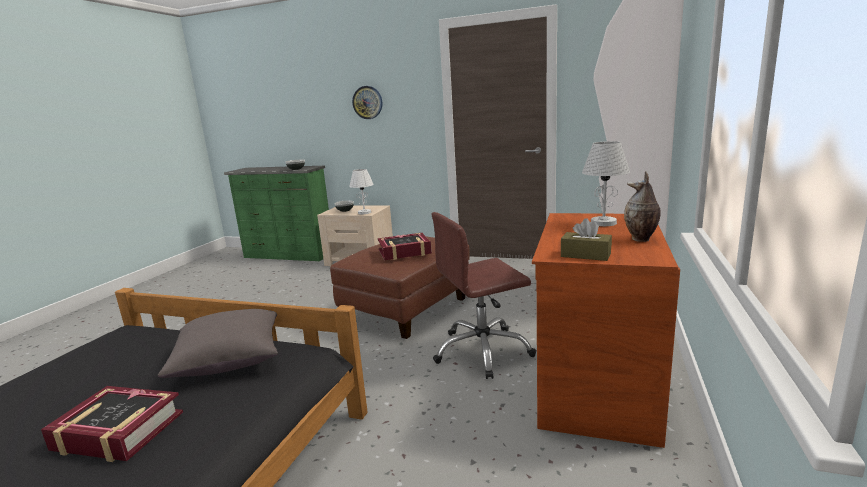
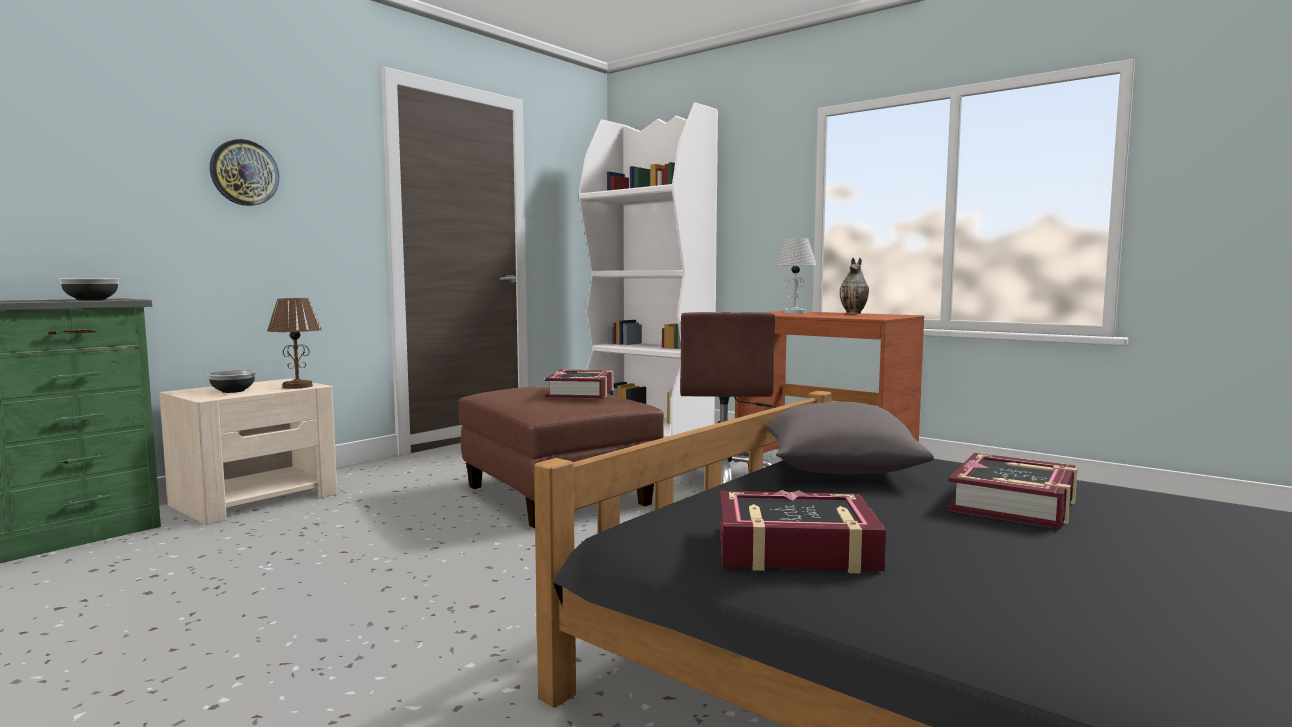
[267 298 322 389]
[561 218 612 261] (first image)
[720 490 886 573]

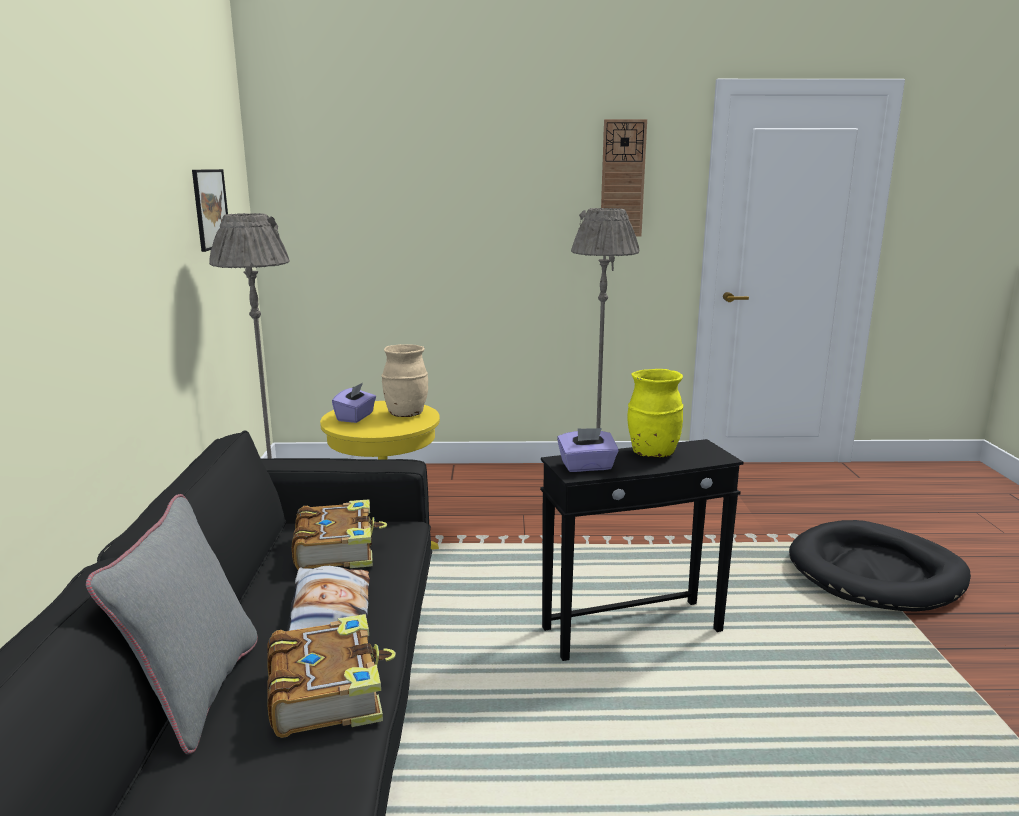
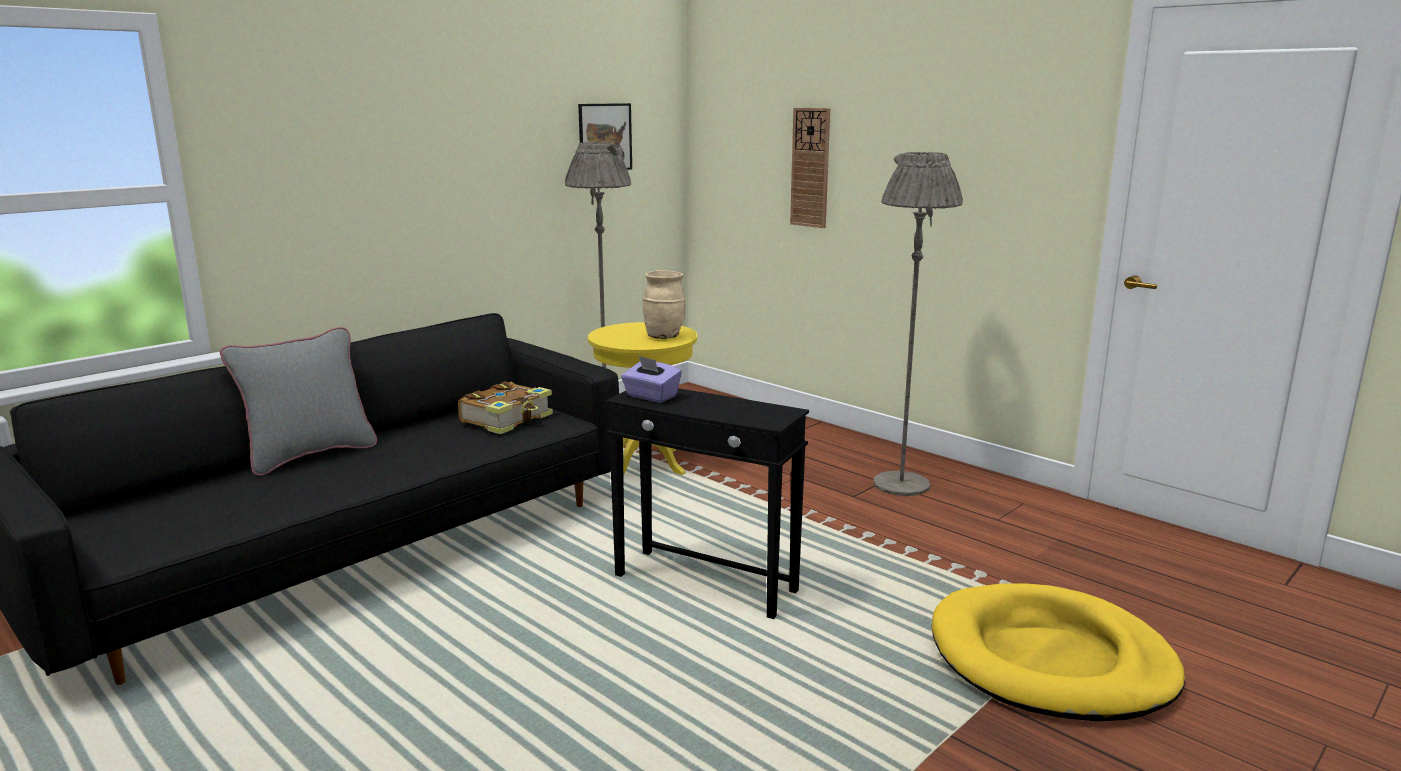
[790 108 830 228]
[627 369 684 458] (first image)
[332 383 376 423] (first image)
[932 583 1185 721]
[286 566 370 631] (first image)
[267 614 396 738] (first image)

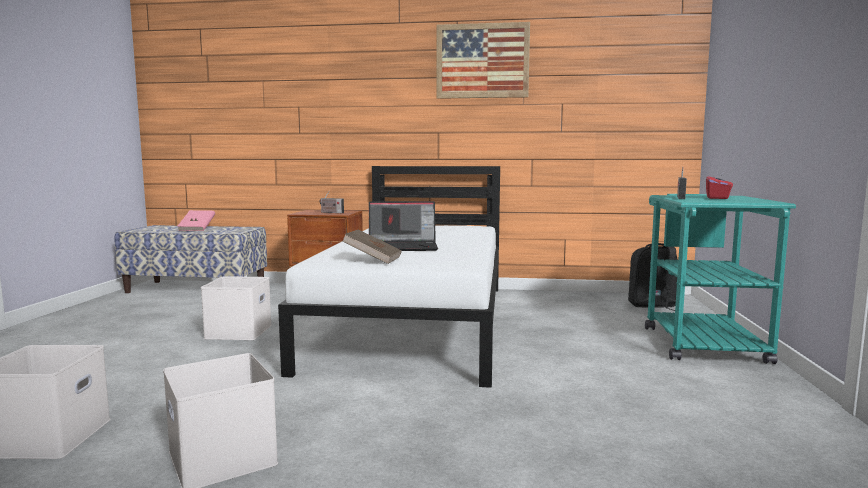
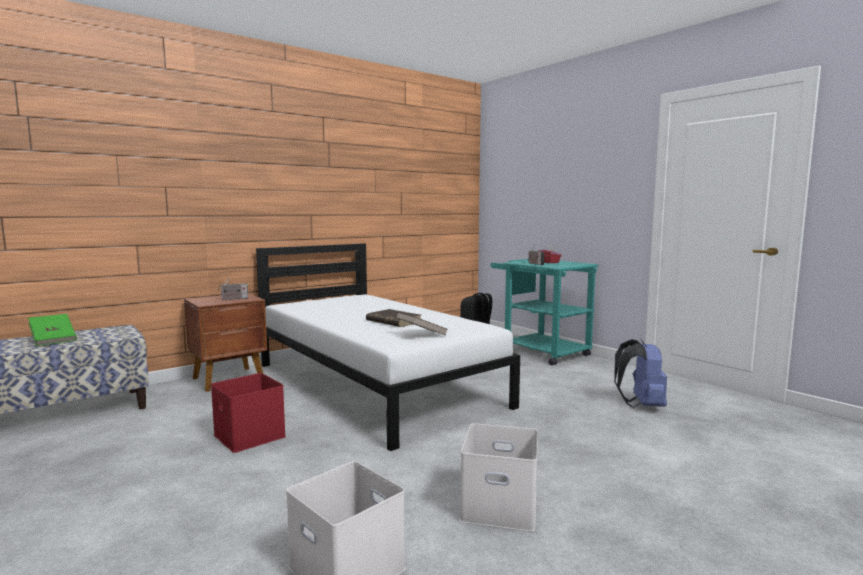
[437 22 530 99] (first image)
[366 309 421 327]
[28 314 77 346]
[211 373 286 453]
[614 339 667 408]

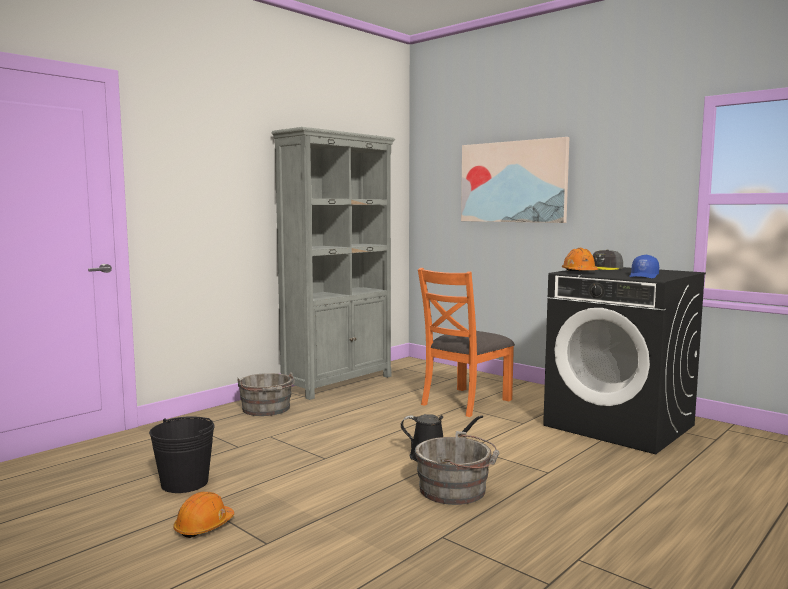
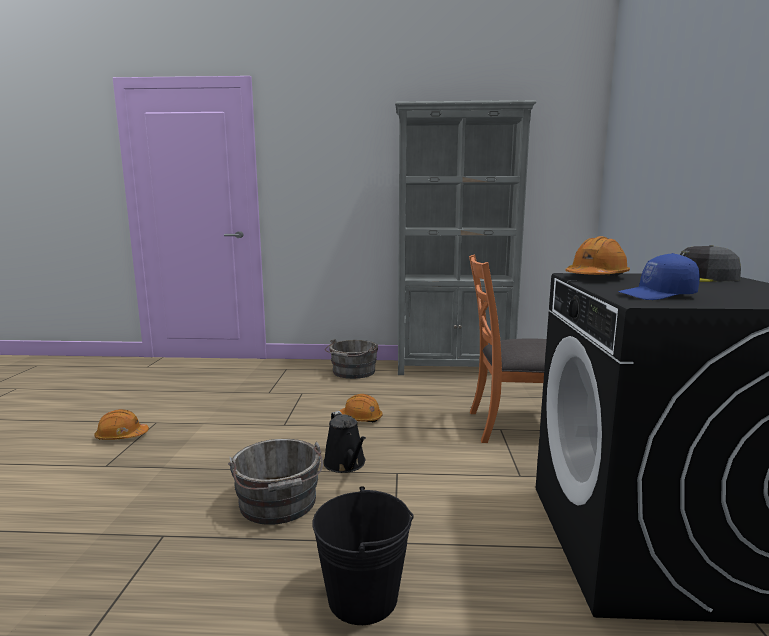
[461 137 570 223] (first image)
[313 486 414 625]
[339 394 382 422]

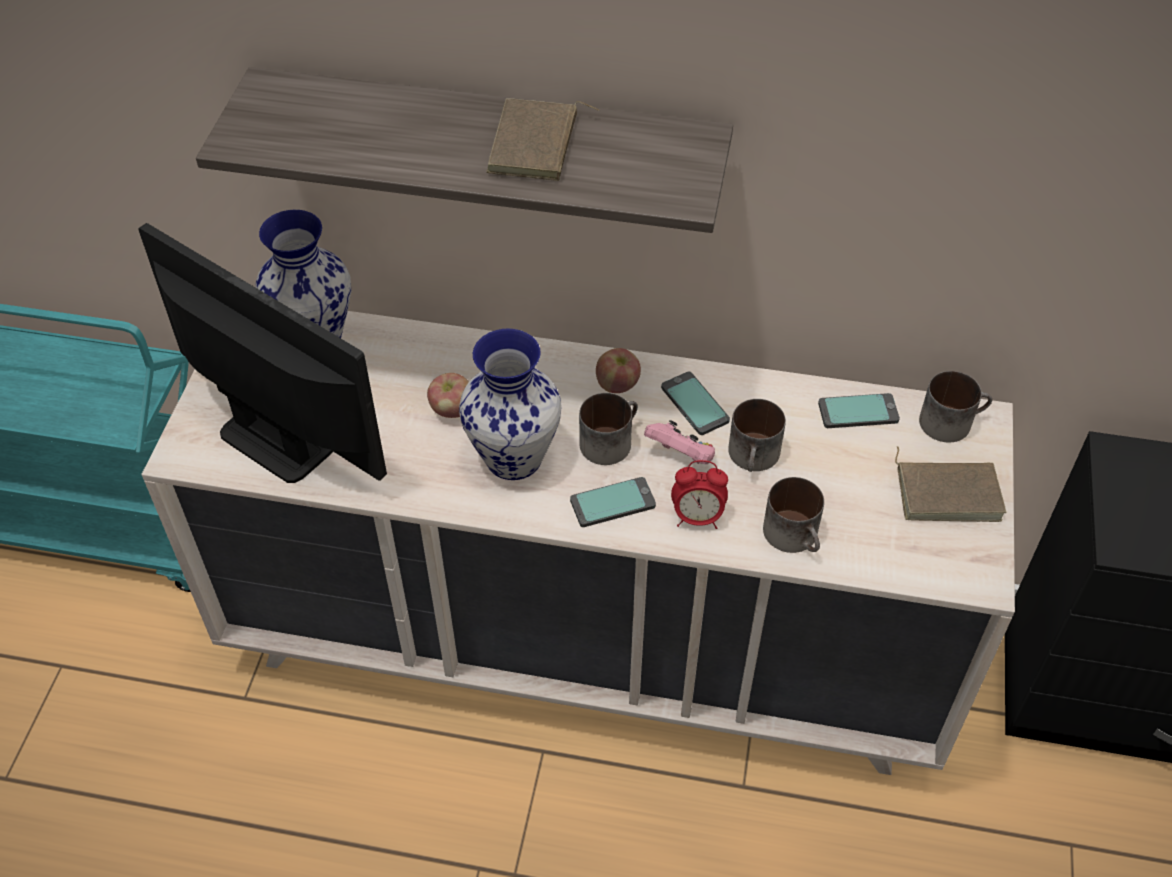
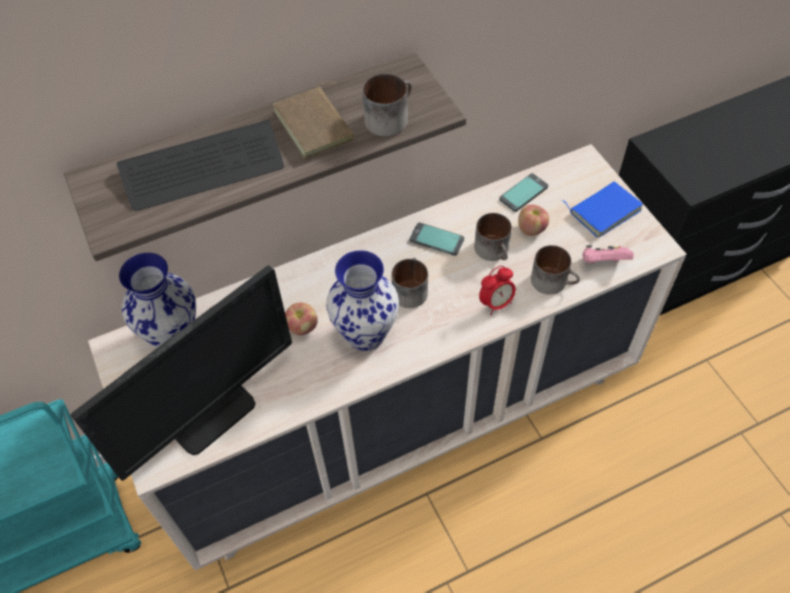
[71 265 292 481]
[518 204 549 236]
[362 74 412 136]
[582 245 634 264]
[562 181 643 238]
[570 477 656 527] (first image)
[117 120 284 211]

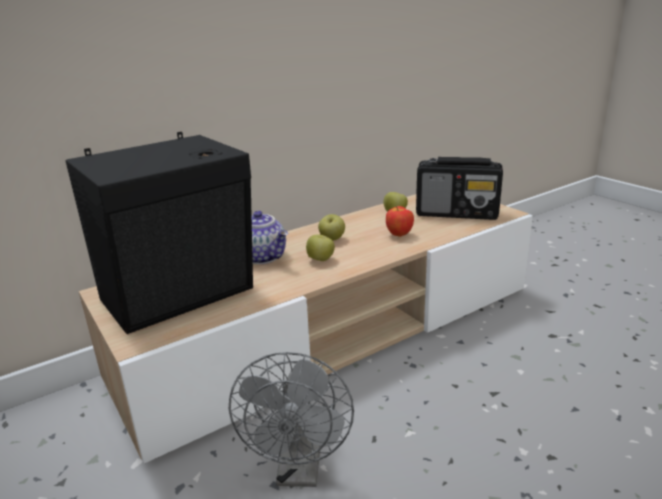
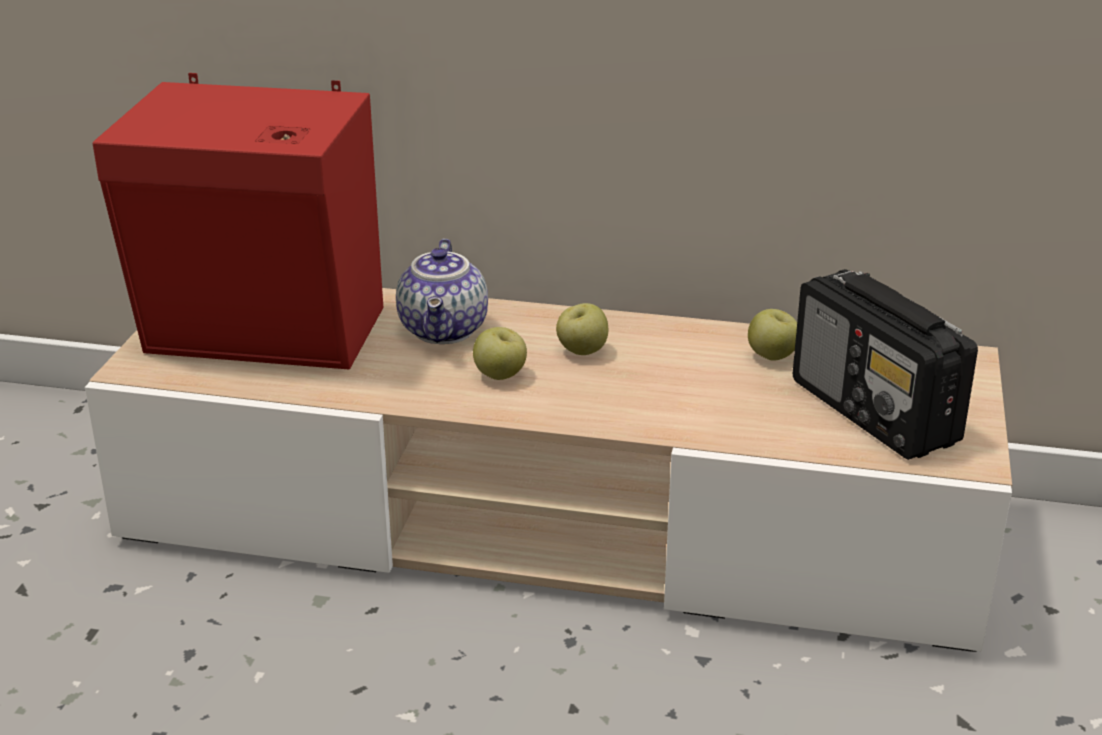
[93 73 383 369]
[386 206 414 237] (first image)
[229 352 354 487] (first image)

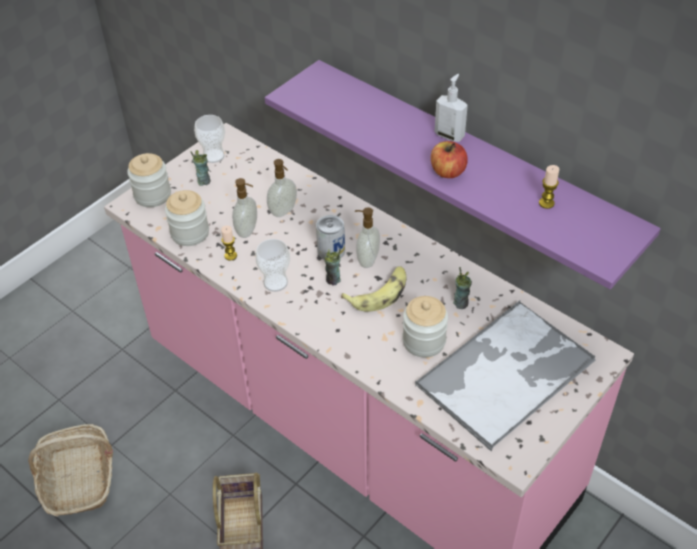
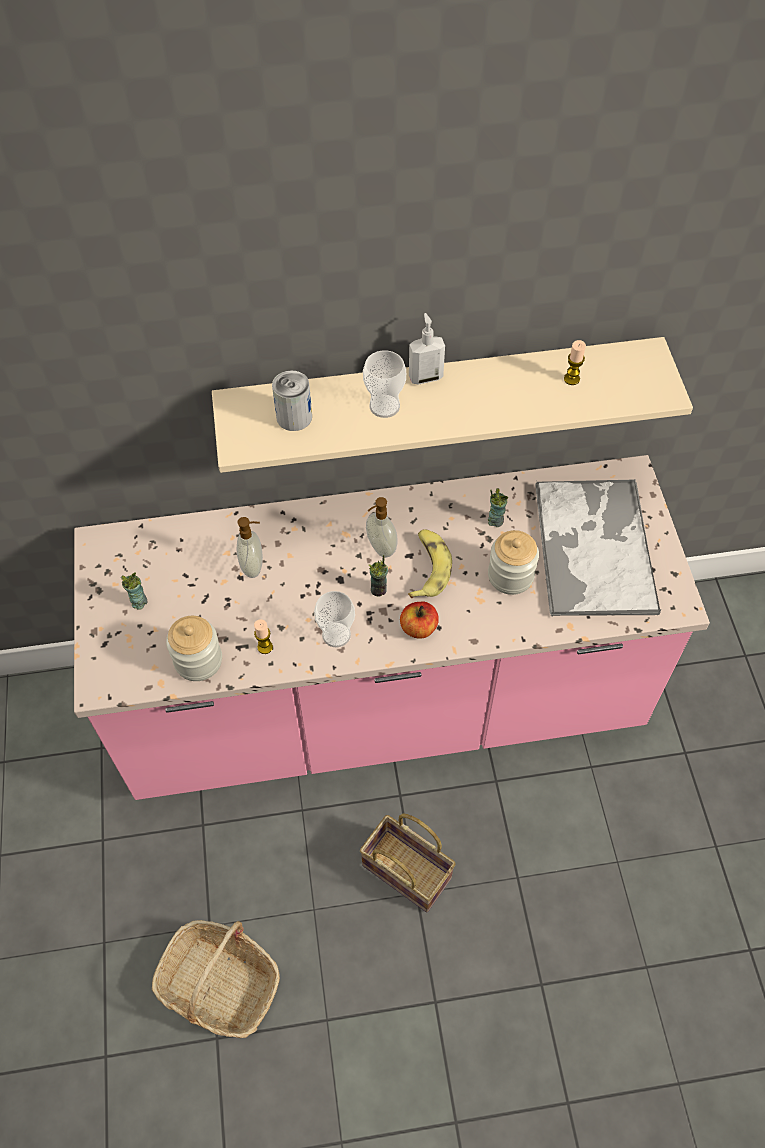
[212 337 693 473]
[363 350 406 418]
[400 602 439 639]
[127 153 171 207] (first image)
[232 178 257 238] (first image)
[272 370 312 431]

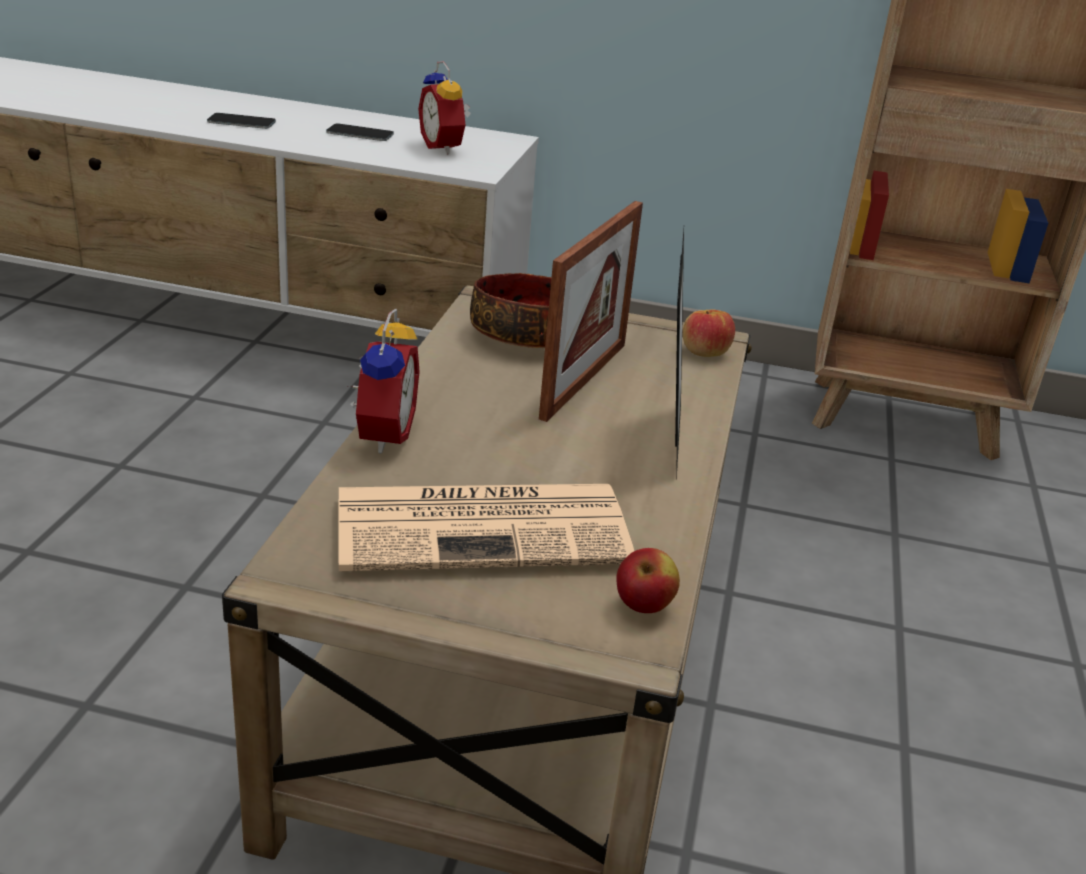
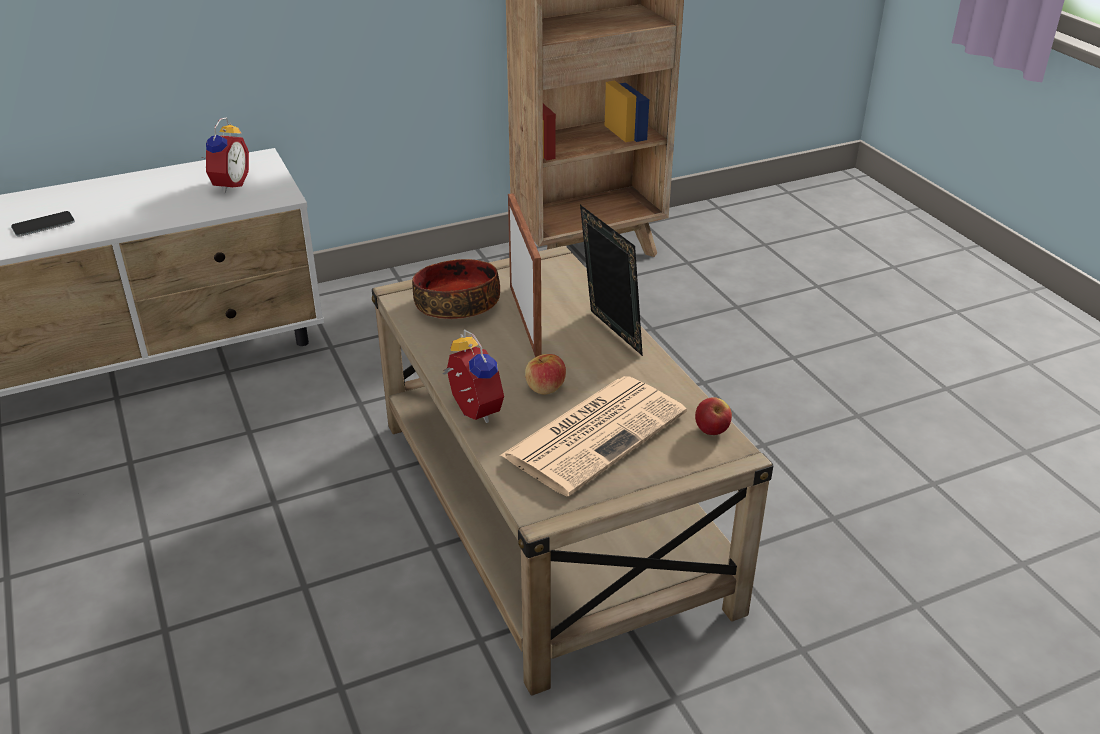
[205 117 249 193]
[326 123 394 141] (first image)
[525 354 566 395]

